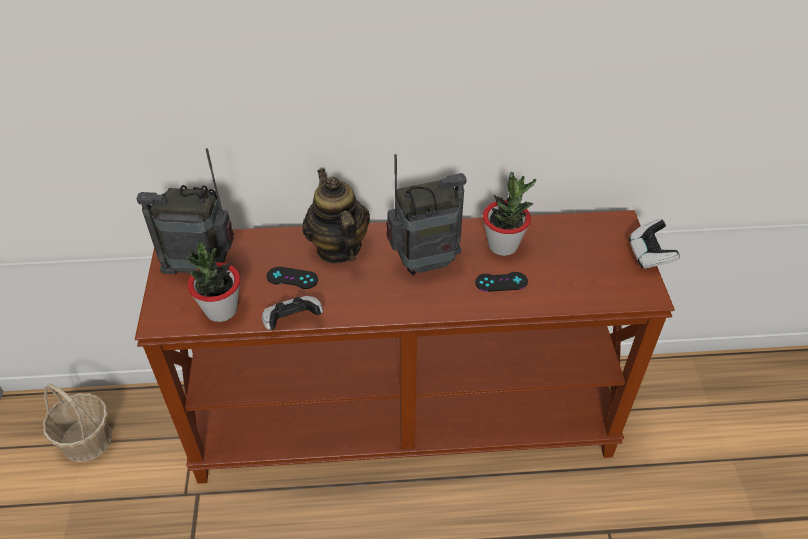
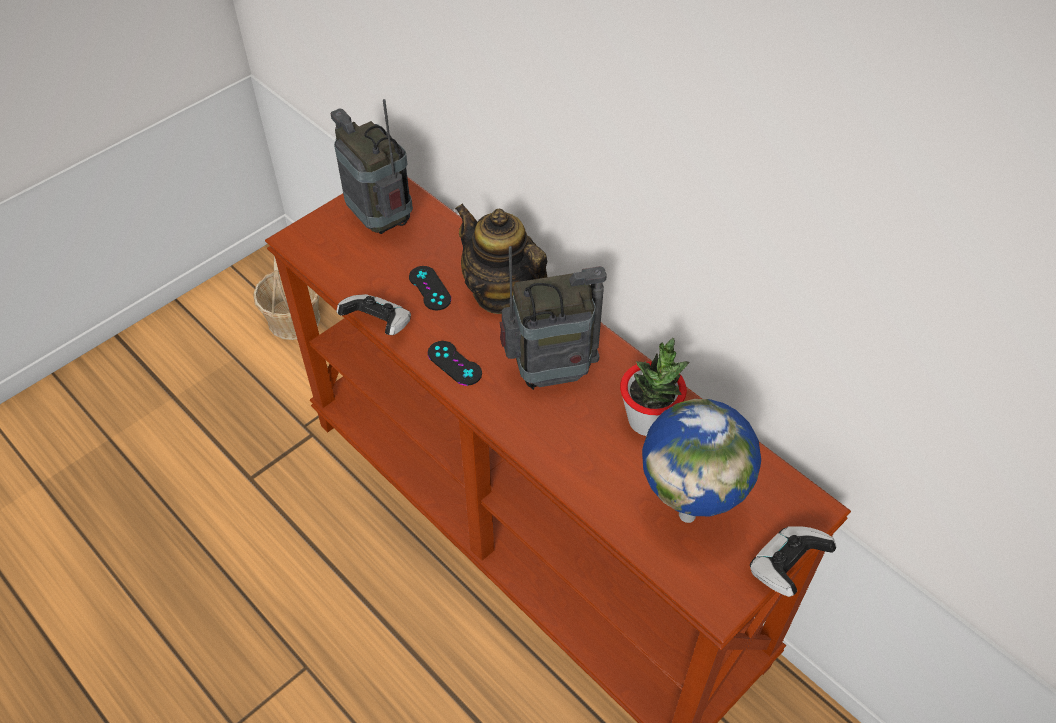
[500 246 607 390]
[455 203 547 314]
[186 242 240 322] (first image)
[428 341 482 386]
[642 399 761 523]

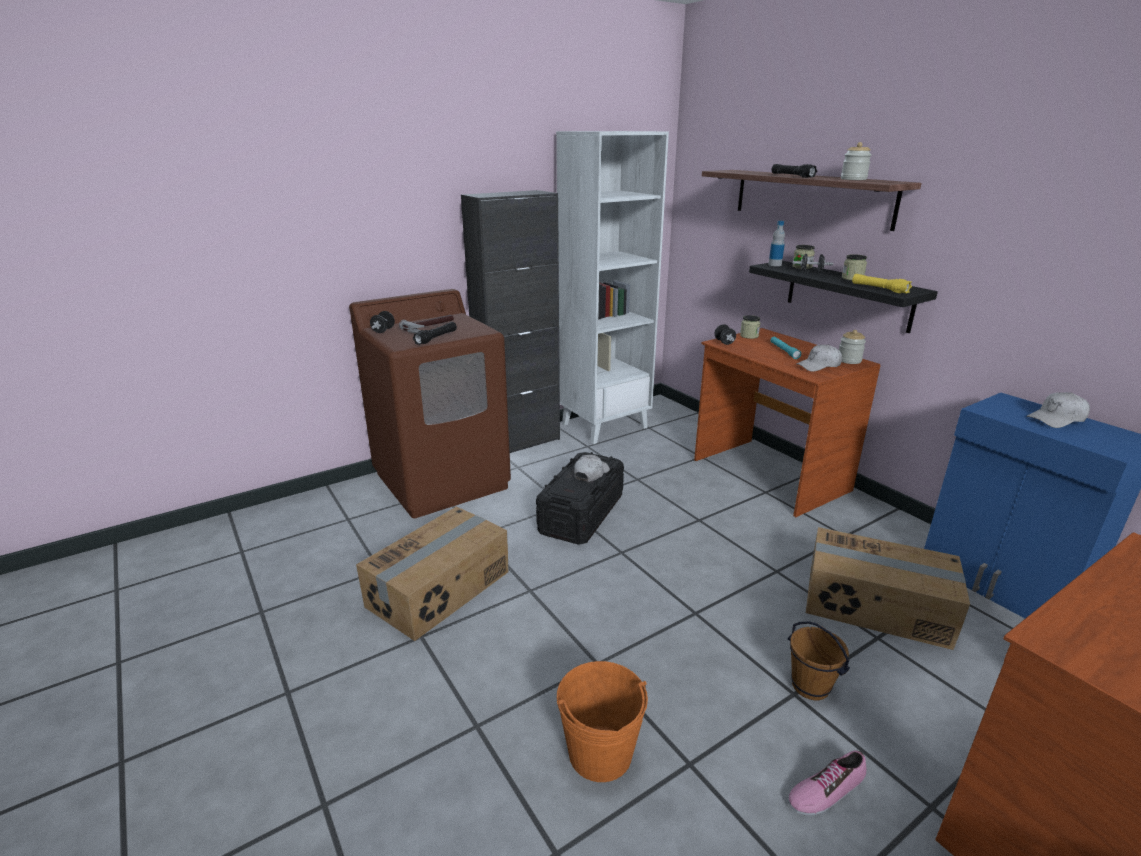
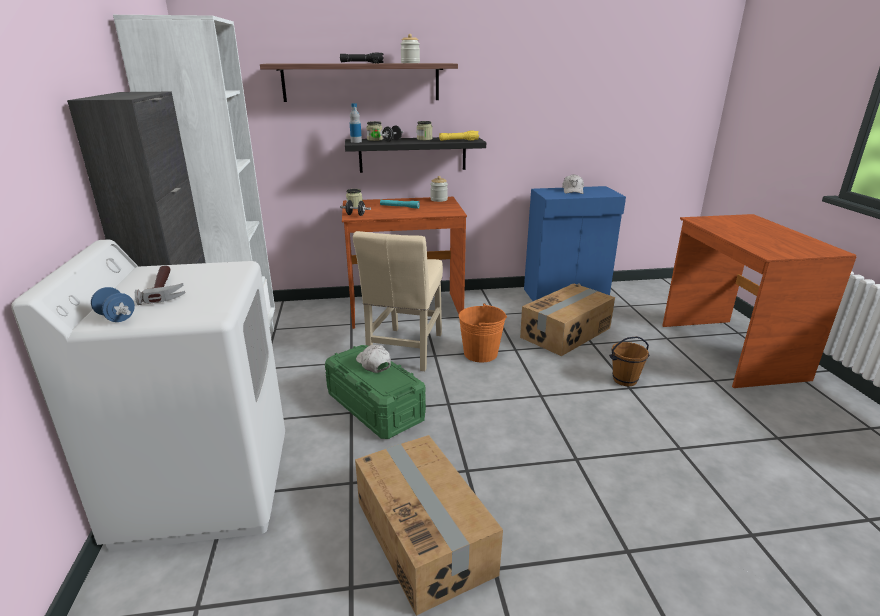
[11 239 285 552]
[91 287 135 322]
[413 322 457 345] (first image)
[796 344 842 372] (first image)
[325 345 426 439]
[459 303 507 362]
[788 751 866 816] (first image)
[353 231 443 371]

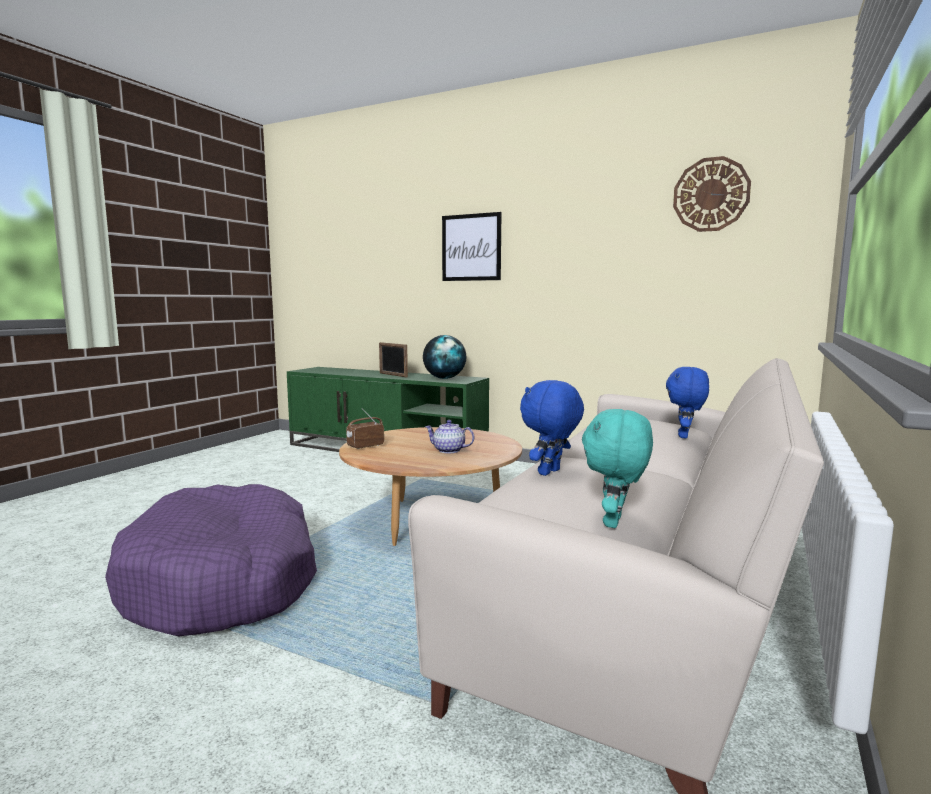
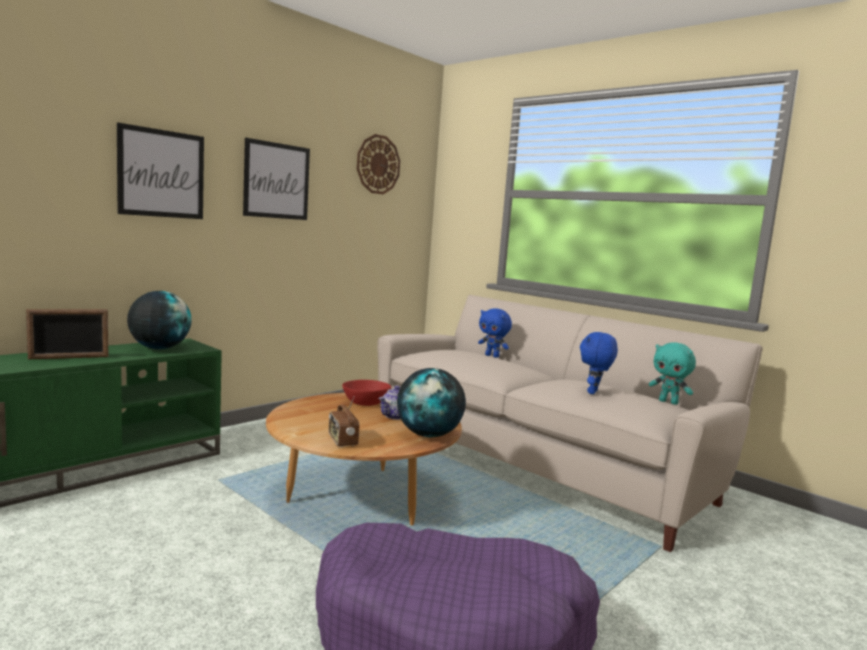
[580 332 618 394]
[243 138 310 220]
[397 368 466 437]
[342 380 391 406]

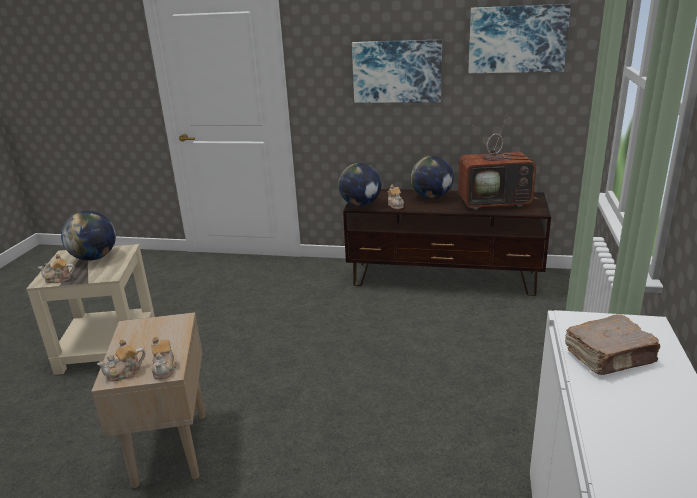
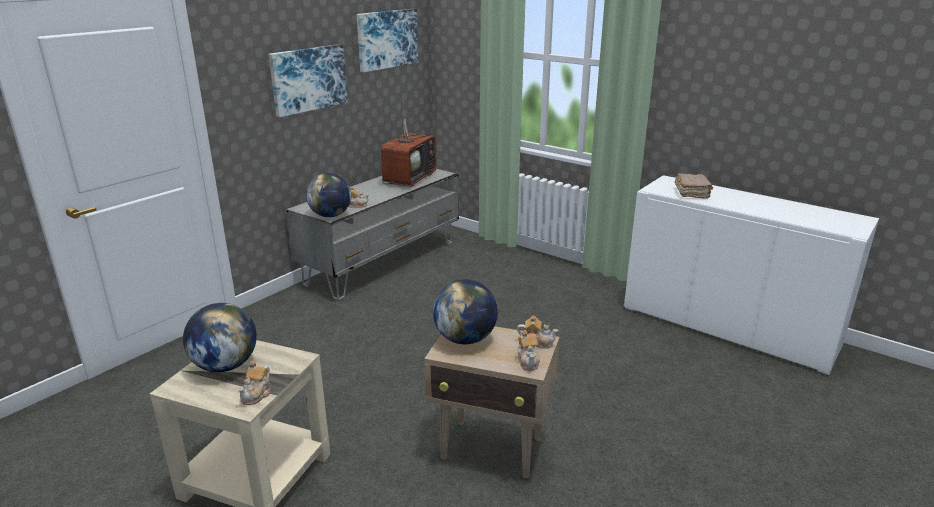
[433 279 498 344]
[286 169 459 300]

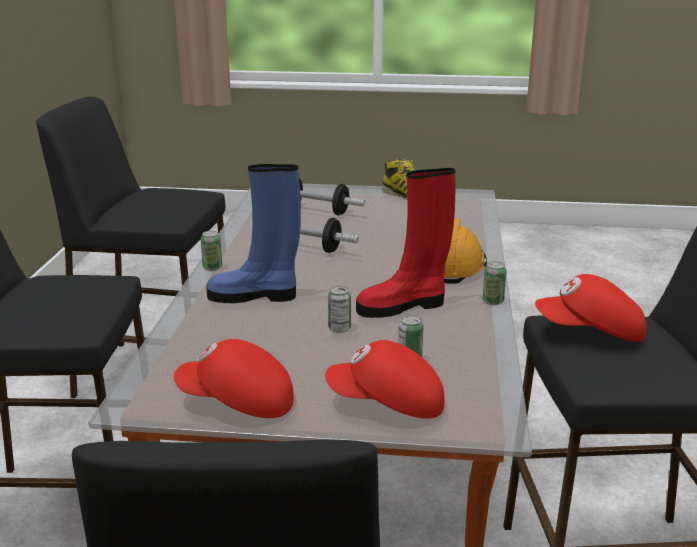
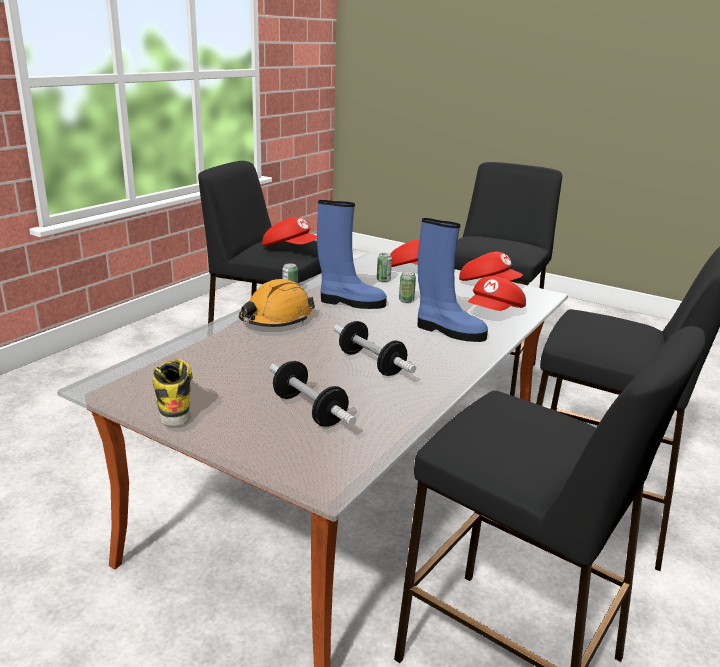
[317 200 387 309]
[201 231 222 271] (first image)
[468 276 526 311]

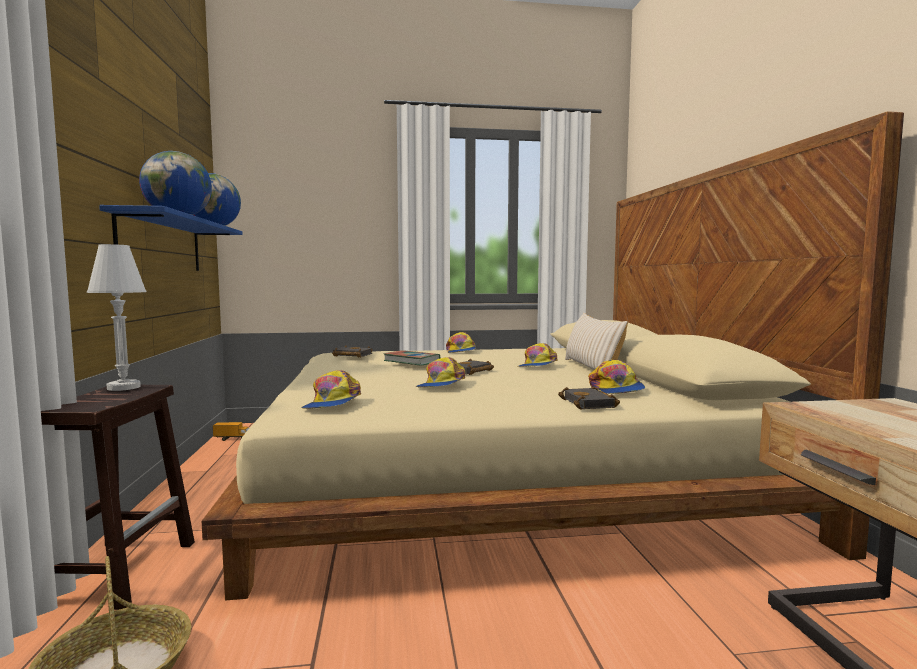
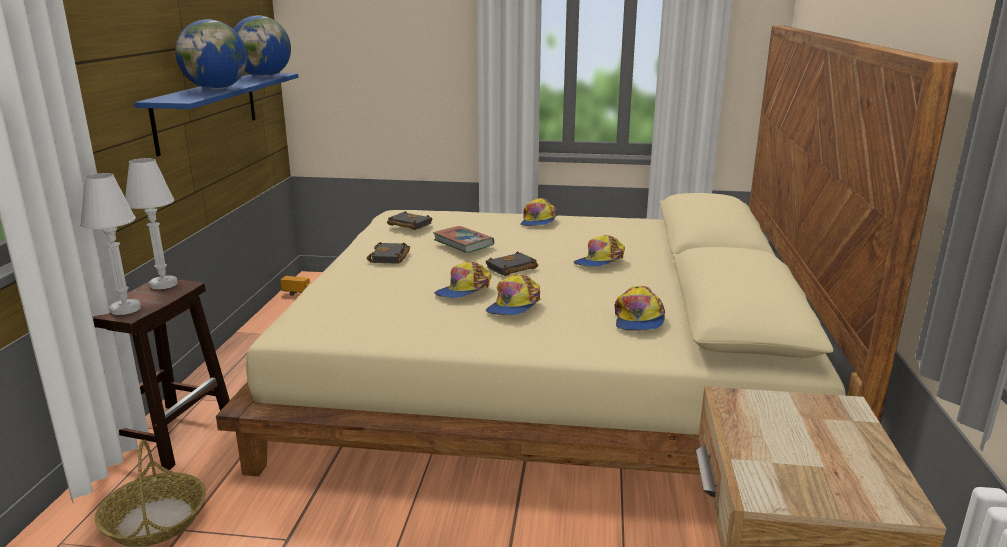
[565 313 628 370] (first image)
[486 274 540 315]
[367 242 410 264]
[80 173 141 315]

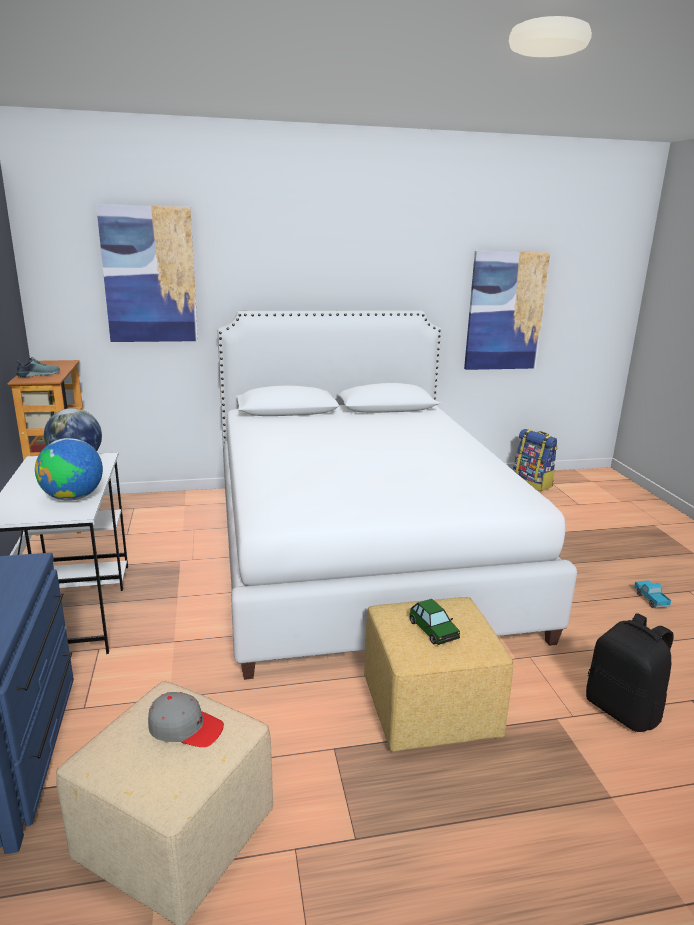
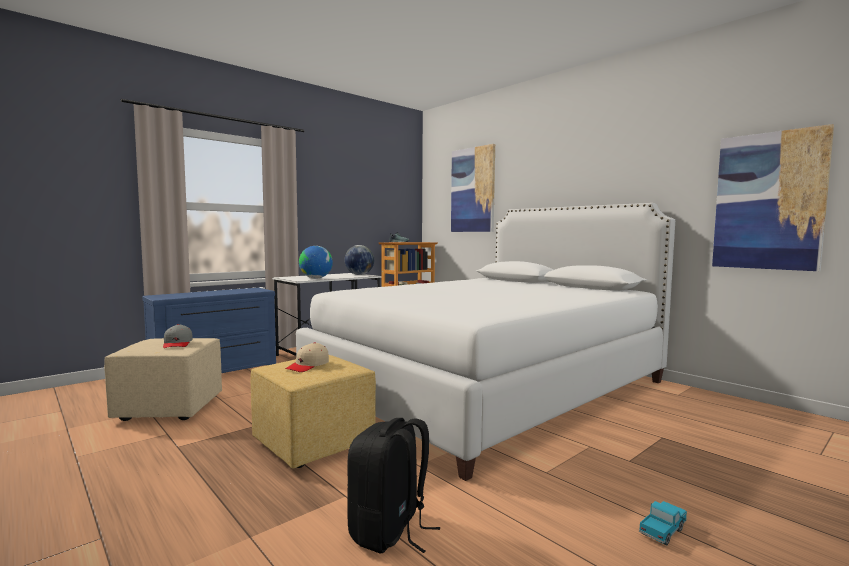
[513 429 558 491] (first image)
[285 342 329 372]

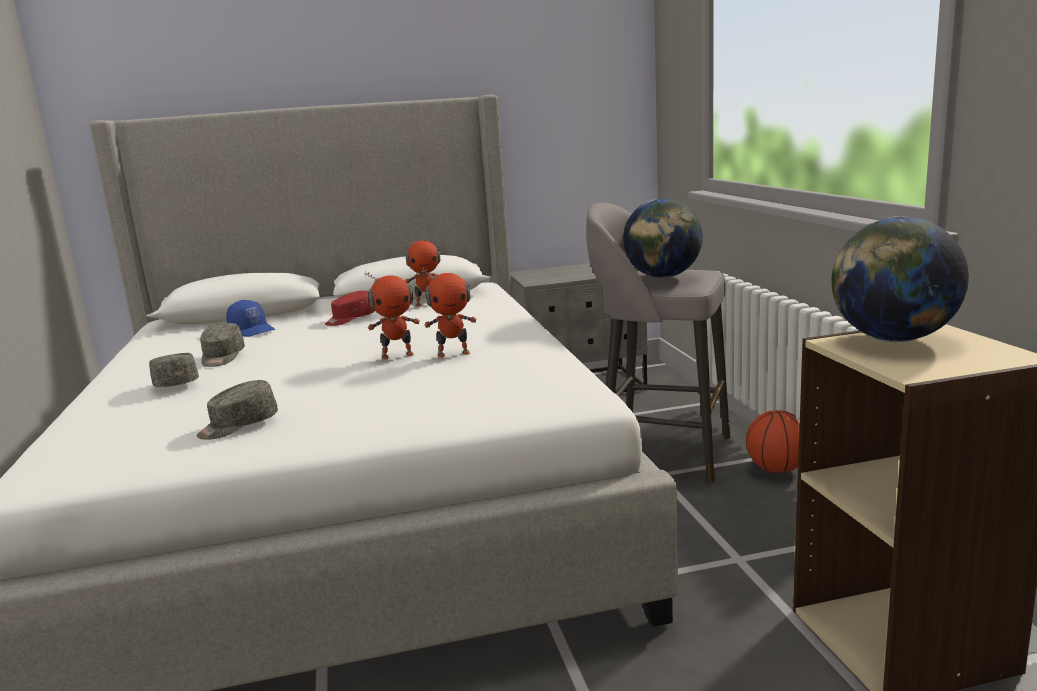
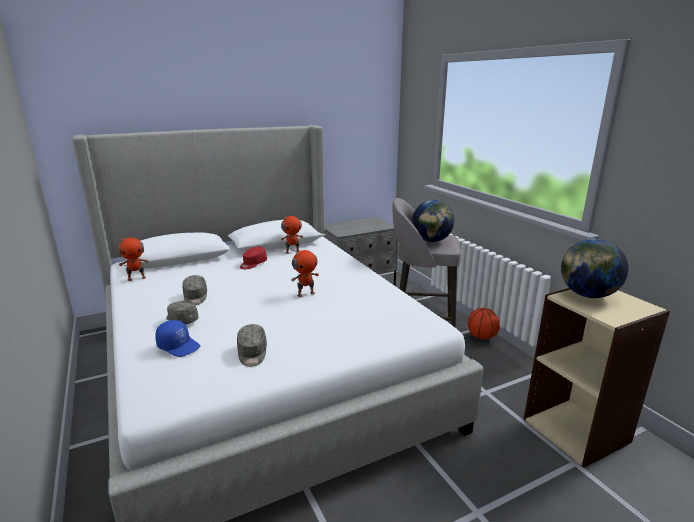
[116 235 149 281]
[155 320 200 357]
[237 324 267 367]

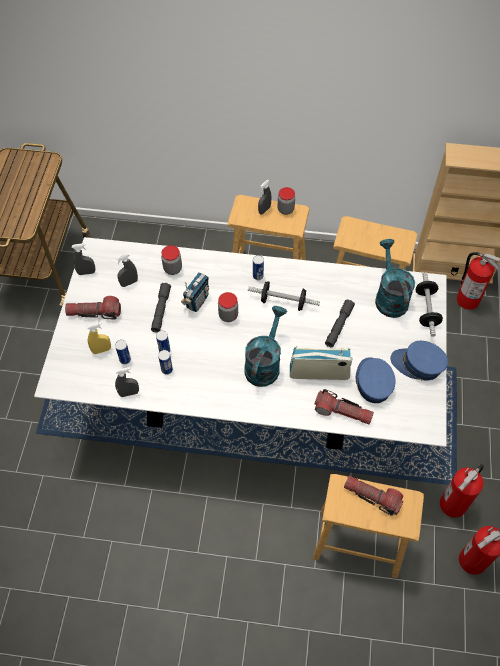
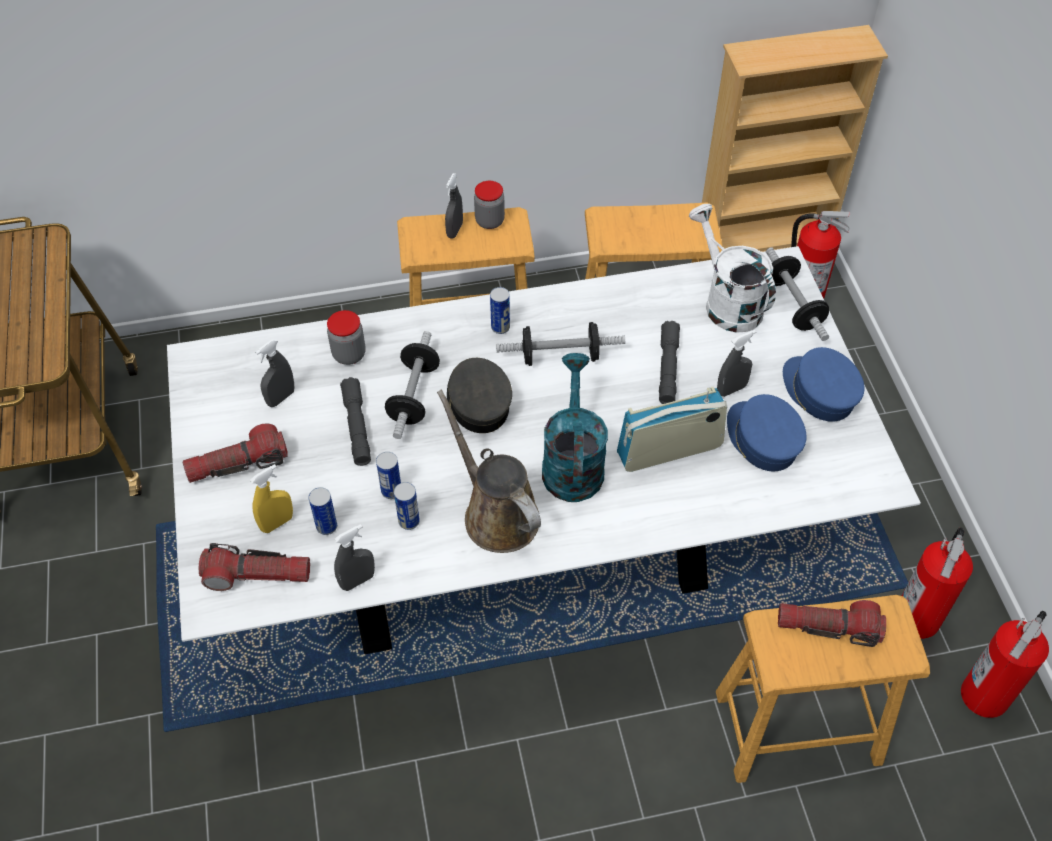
[689 204 776 333]
[717 330 756 397]
[385 331 440 439]
[447 358 512 433]
[783 347 865 422]
[199 543 310 591]
[437 390 541 553]

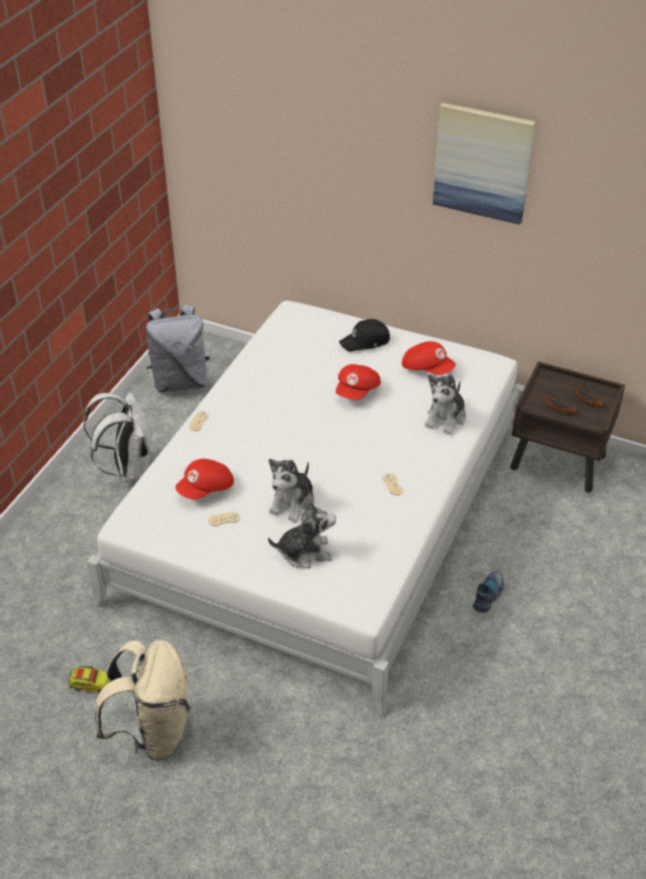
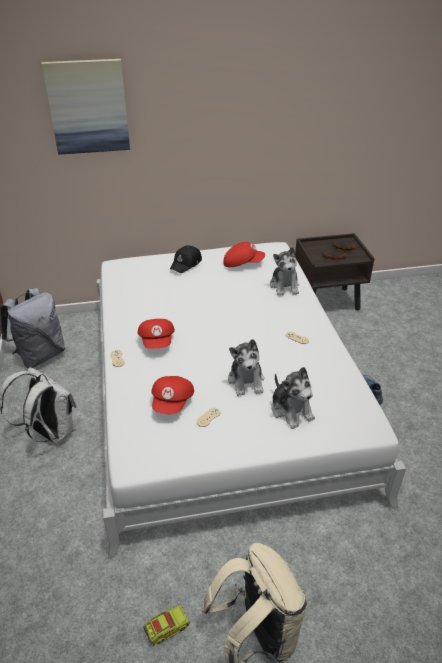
[41 59 130 155]
[138 319 175 349]
[271 367 315 429]

